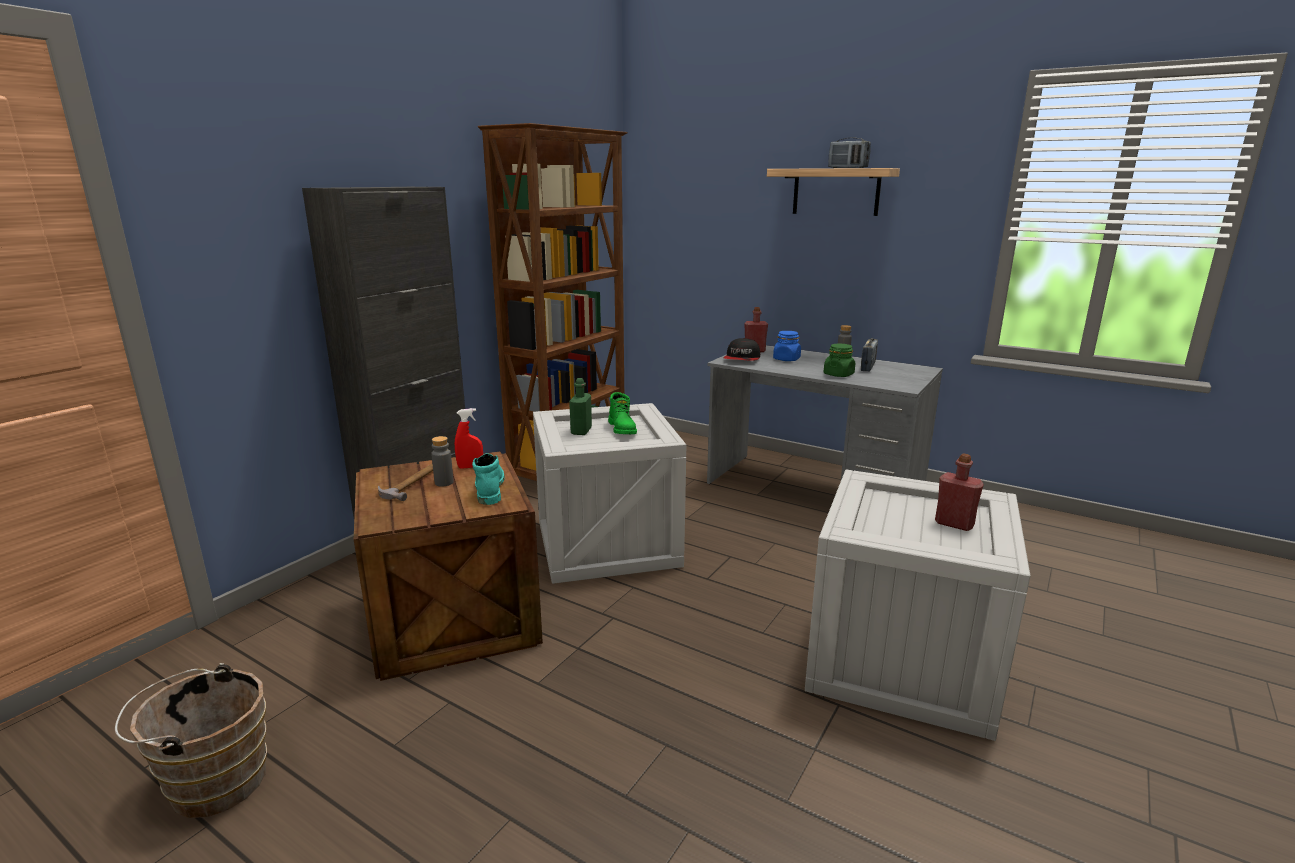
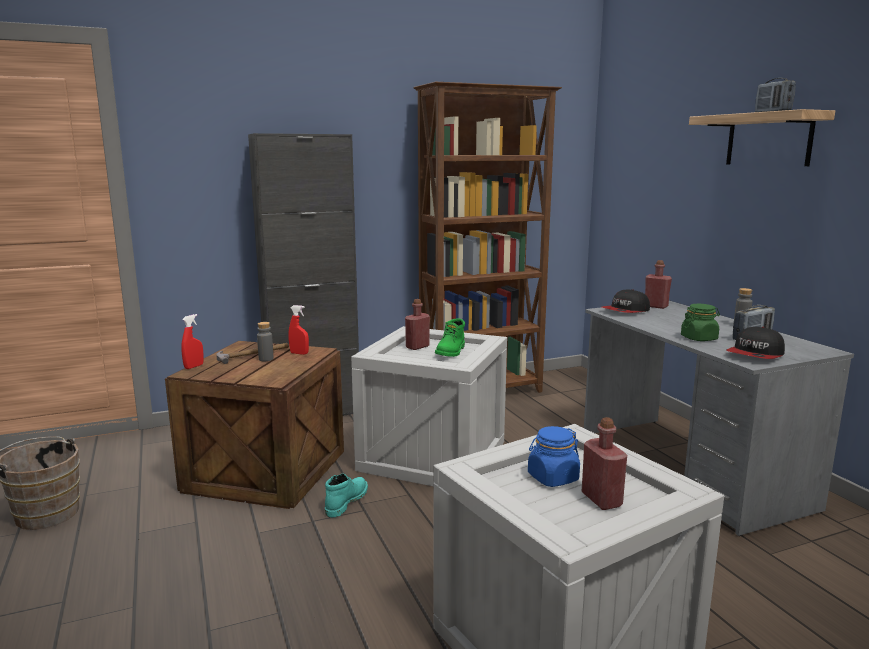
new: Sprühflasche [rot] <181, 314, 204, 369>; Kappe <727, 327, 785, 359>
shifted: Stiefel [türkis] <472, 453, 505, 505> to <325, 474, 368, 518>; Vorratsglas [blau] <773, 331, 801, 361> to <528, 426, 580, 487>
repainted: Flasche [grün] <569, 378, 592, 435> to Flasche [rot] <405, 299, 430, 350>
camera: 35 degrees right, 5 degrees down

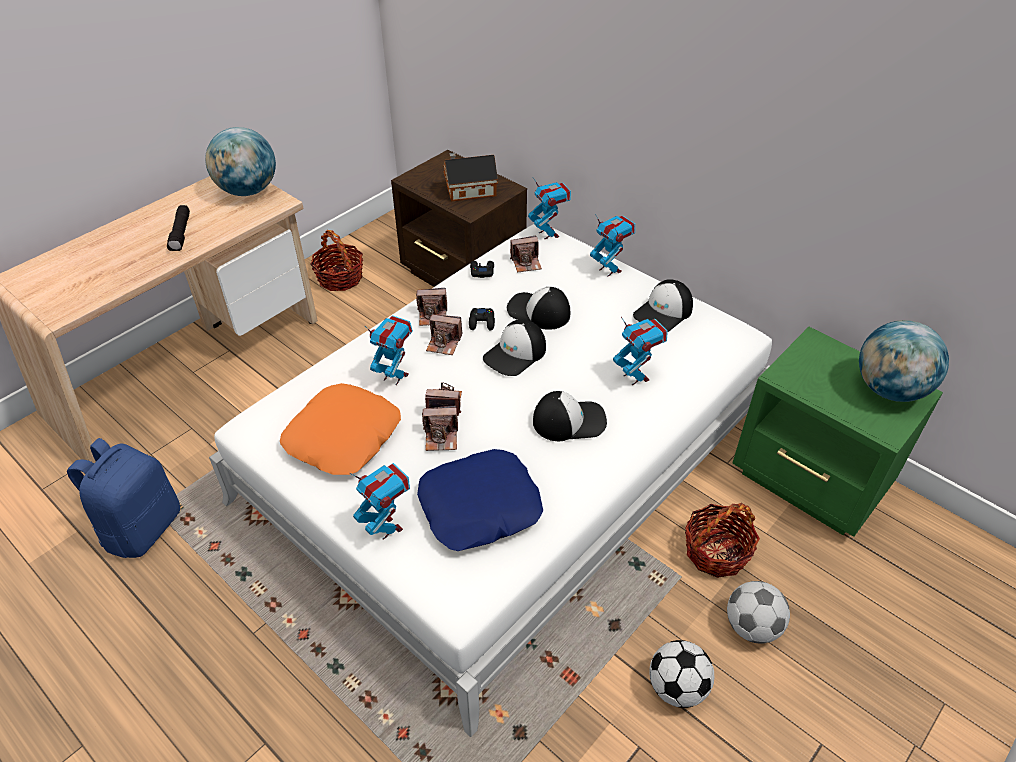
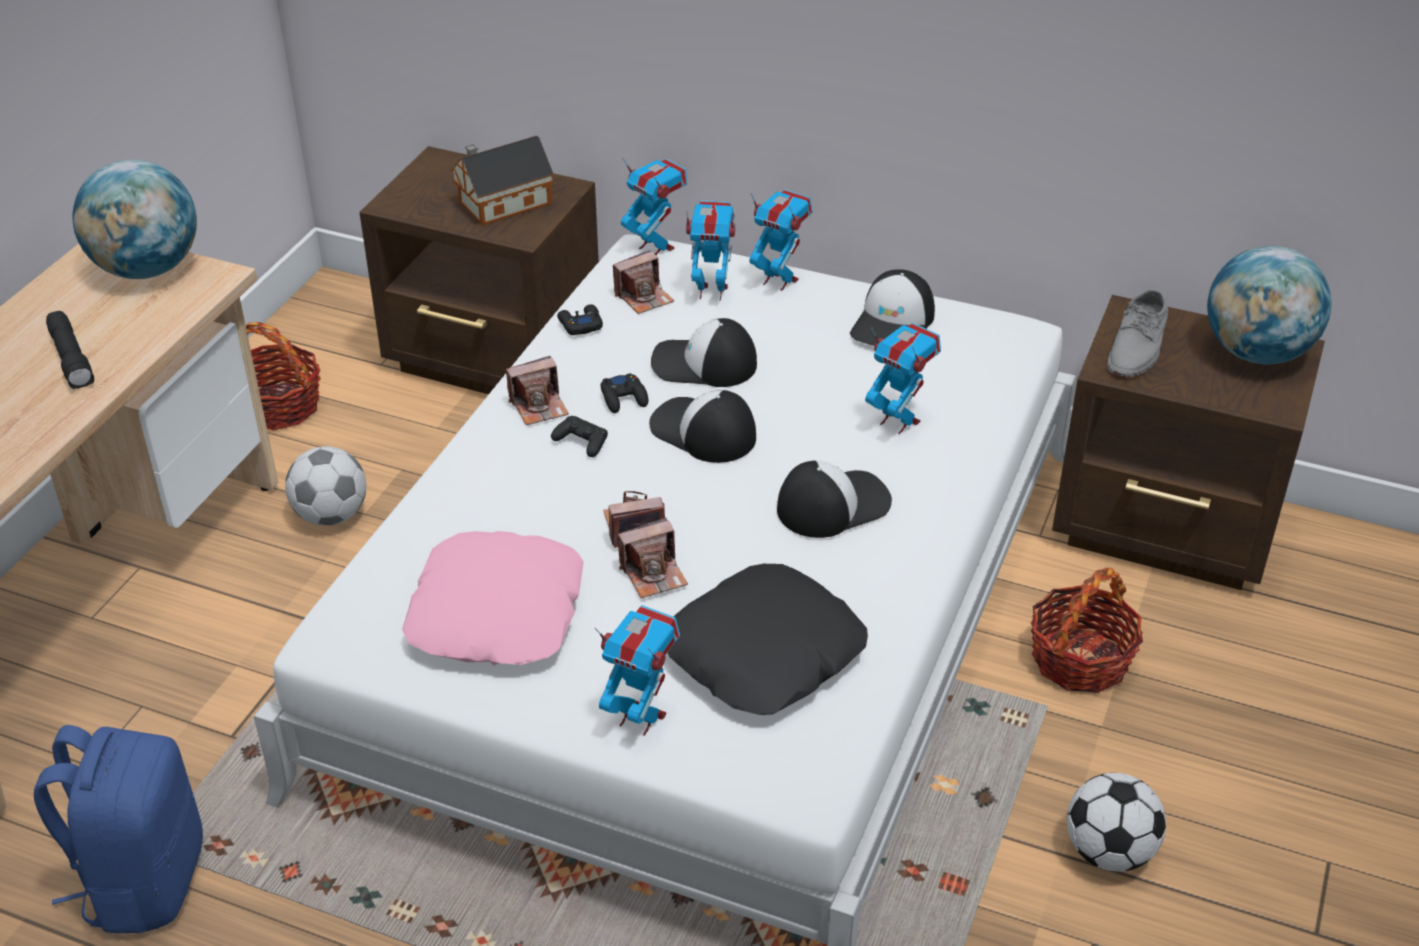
new: Schuh [grau] <1107, 289, 1168, 377>
shifted: Spielzeugroboter <365, 315, 413, 385> to <686, 201, 735, 301>; Fußball <727, 581, 790, 644> to <285, 446, 366, 526>
swapped: Kamera <426, 314, 462, 355> to Gamepad [schwarz] <551, 416, 608, 457>
repainted: Kissen [orange] <280, 383, 401, 475> to Kissen [rosa] <402, 531, 584, 665>; Kissen [blau] <417, 449, 543, 551> to Kissen [schwarz] <667, 564, 868, 715>; Nachttisch [grün] <732, 327, 943, 537> to Nachttisch [braun] <1052, 295, 1325, 590>
rotated: Kappe <483, 319, 546, 376> = <649, 390, 756, 463> 105 degrees clockwise
camera: 20 degrees left, 5 degrees down

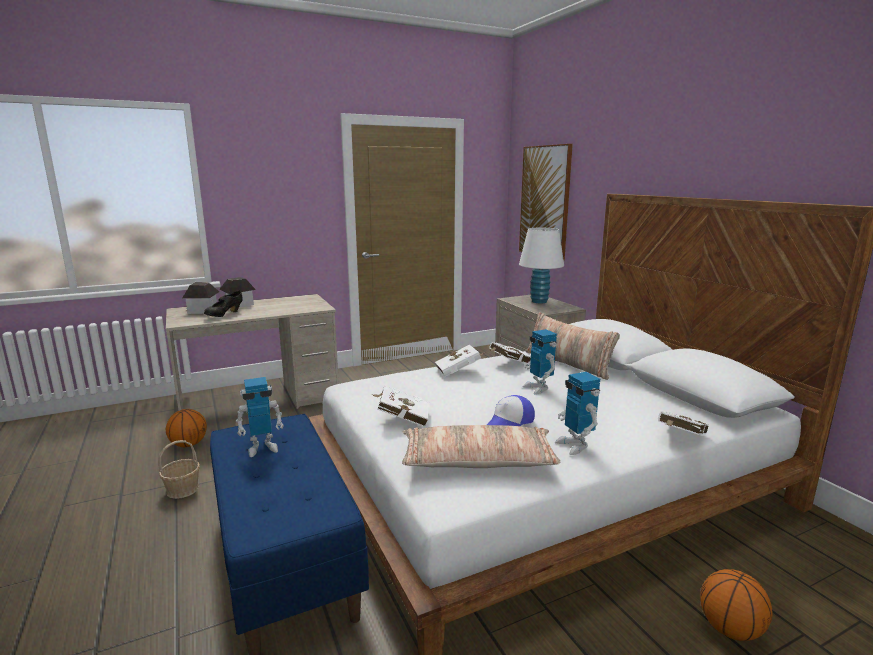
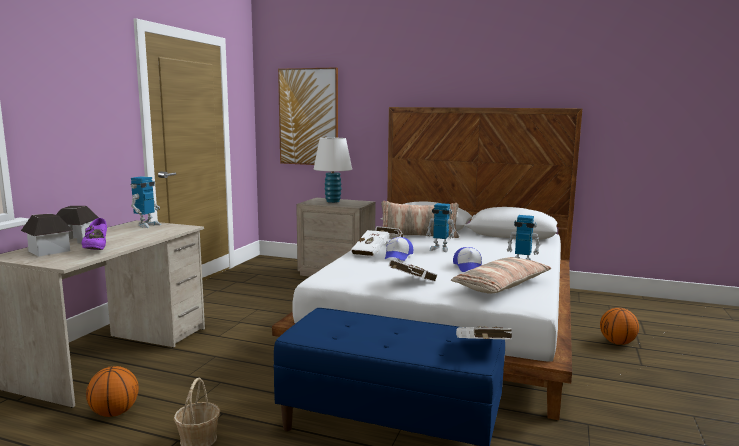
new: Kappe <385, 237, 413, 261>
shifted: Spielzeugroboter <236, 377, 284, 457> to <131, 176, 161, 228>; Buch [weiß] <658, 411, 709, 435> to <456, 326, 512, 340>
repainted: Schuh [schwarz] <204, 290, 243, 317> to Schuh [lila] <81, 218, 107, 250>
camera: 45 degrees left, 5 degrees down

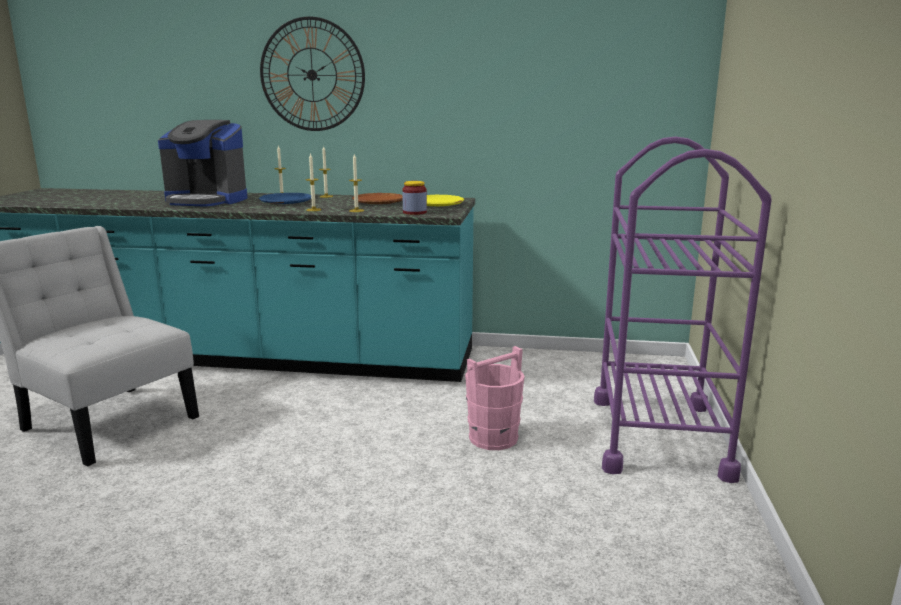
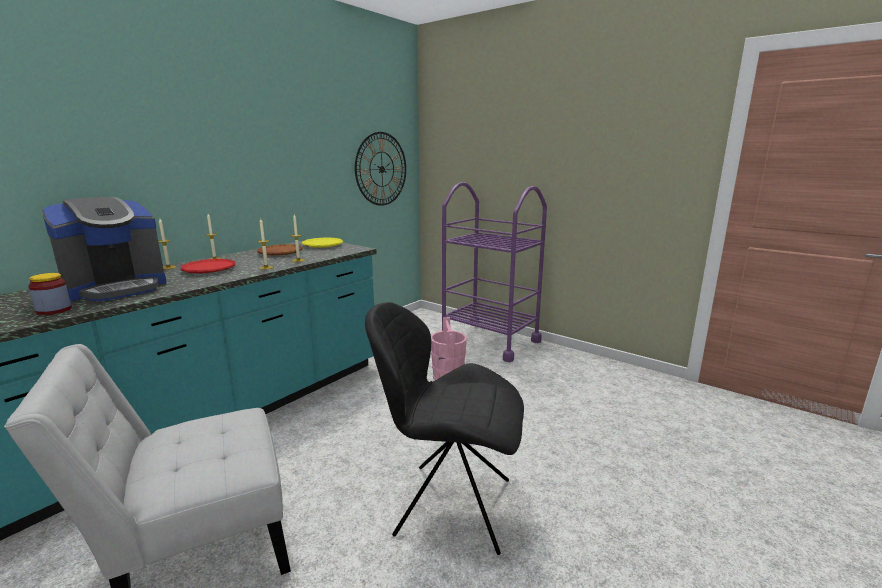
new: Stuhl [schwarz] <365, 302, 524, 555>
shifted: Wanduhr <260, 16, 365, 131> to <355, 132, 406, 206>; Vorratsglas <402, 181, 427, 215> to <28, 273, 72, 315>
repainted: Teller [blau] <259, 193, 311, 204> to Teller [rot] <180, 259, 235, 273>
camera: 60 degrees left, 0 degrees up

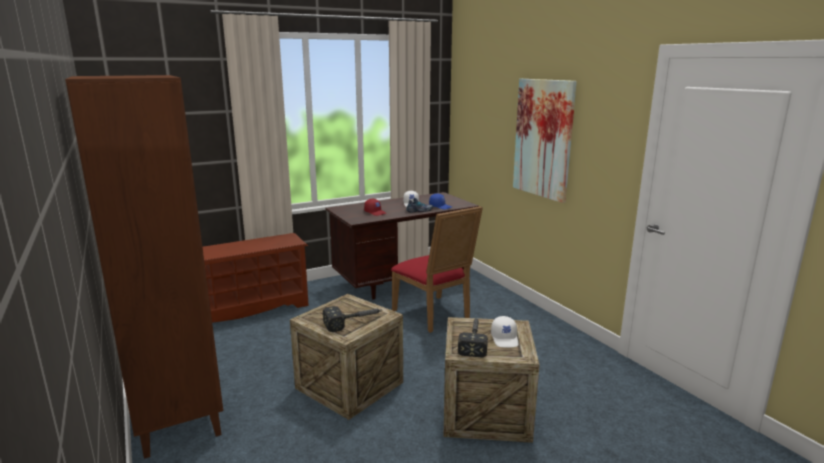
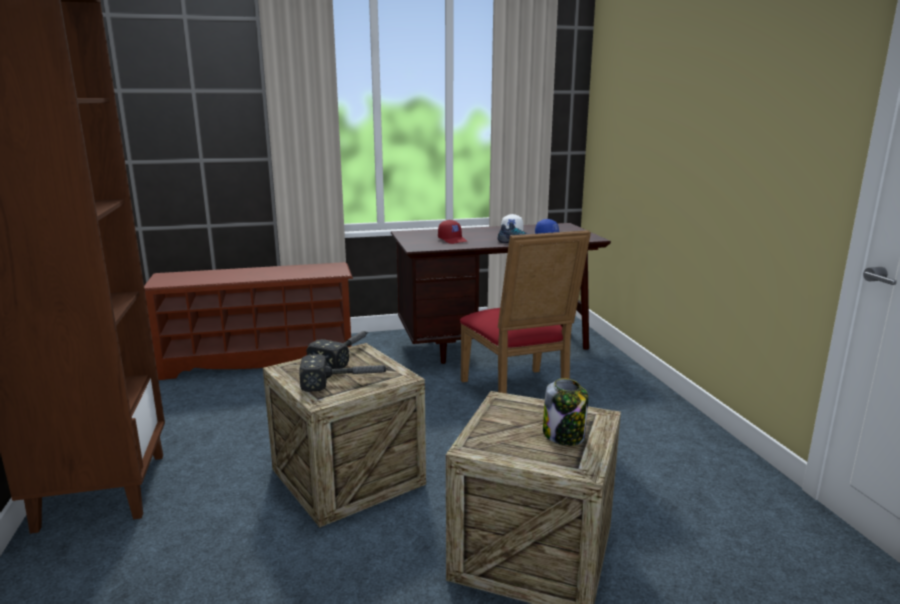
gone: Bild <513, 79, 577, 203>
shifted: Hammer <458, 319, 488, 358> to <306, 331, 367, 369>
swapped: Kappe [weiß] <491, 316, 518, 348> to Vorratsglas <543, 378, 588, 446>
camera: 15 degrees right, 0 degrees up

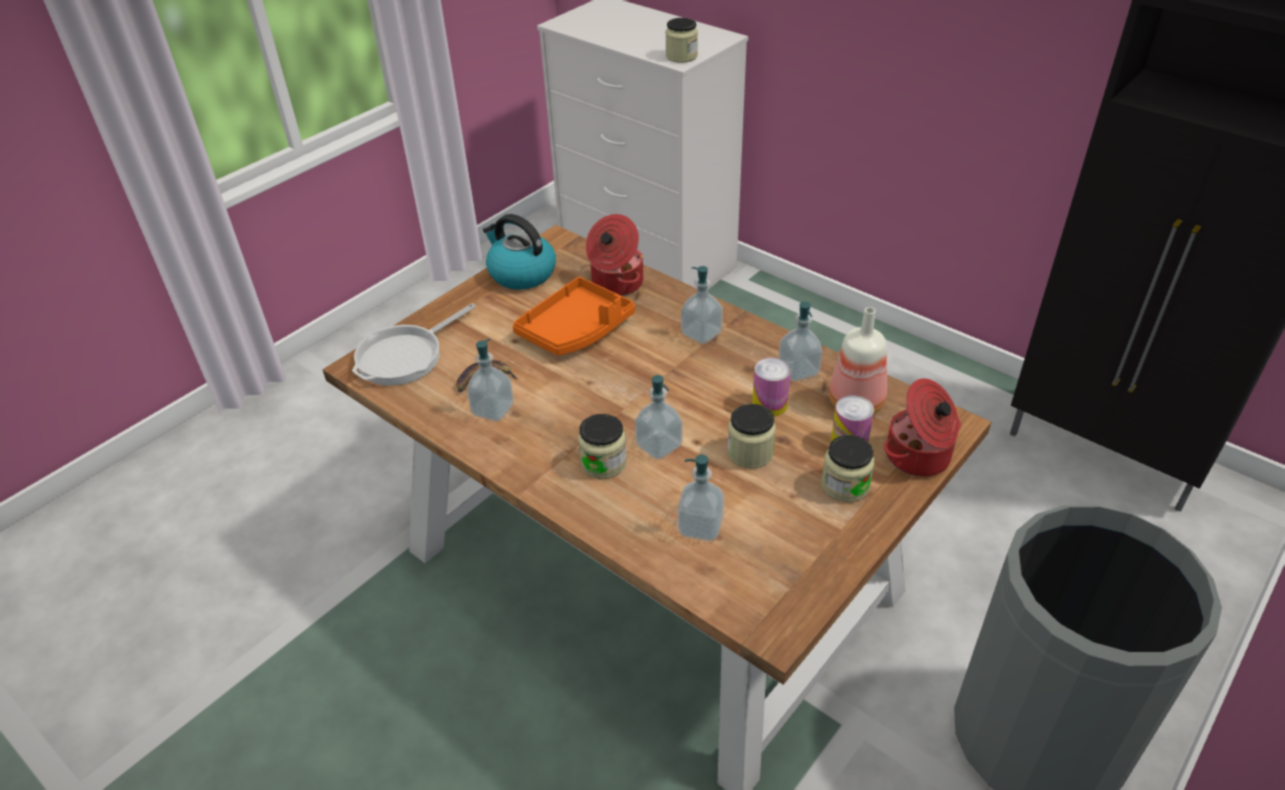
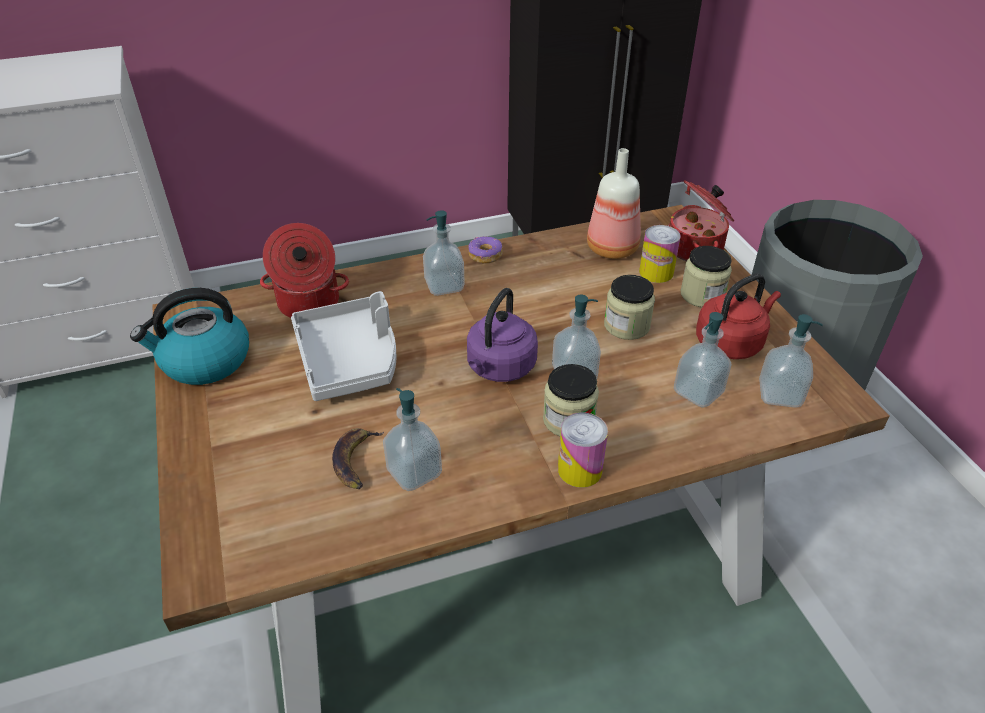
gone: Pfanne <352, 303, 476, 386>; Vorratsglas <665, 18, 698, 63>
new: Wasserkessel [lila] <467, 288, 538, 382>; Donut <469, 236, 503, 263>; Wasserkessel [rot] <696, 274, 781, 359>
shifted: Dose <752, 358, 791, 417> to <558, 413, 608, 488>; Seifenspender <778, 302, 822, 382> to <759, 314, 823, 408>
repainted: Tablett [orange] <513, 277, 635, 356> to Tablett [grau] <291, 291, 396, 401>
camera: 60 degrees left, 0 degrees up

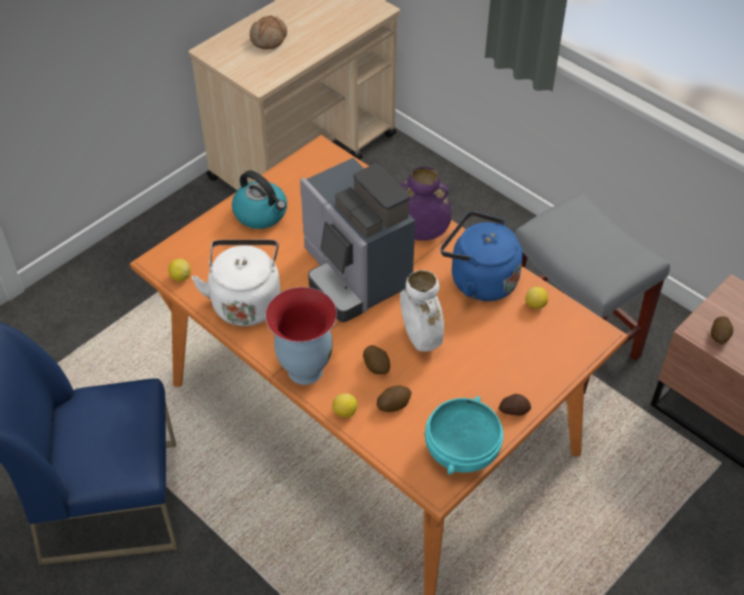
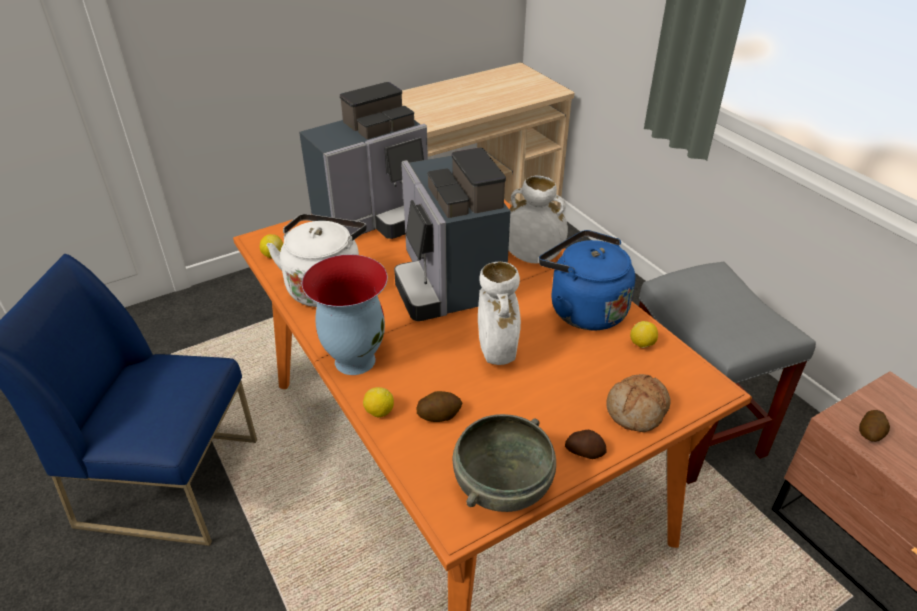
gone: Kartoffel <363, 345, 390, 375>
shifted: Brot <250, 15, 287, 49> to <606, 374, 671, 432>
swapped: Wasserkessel <232, 170, 287, 229> to Kaffeemaschine <299, 82, 428, 239>
repainted: Vase [lila] <400, 167, 452, 241> to Vase [weiß] <508, 175, 568, 263>; Schüssel [türkis] <425, 396, 503, 475> to Schüssel [grau] <452, 414, 556, 512>
camera: 15 degrees right, 10 degrees down

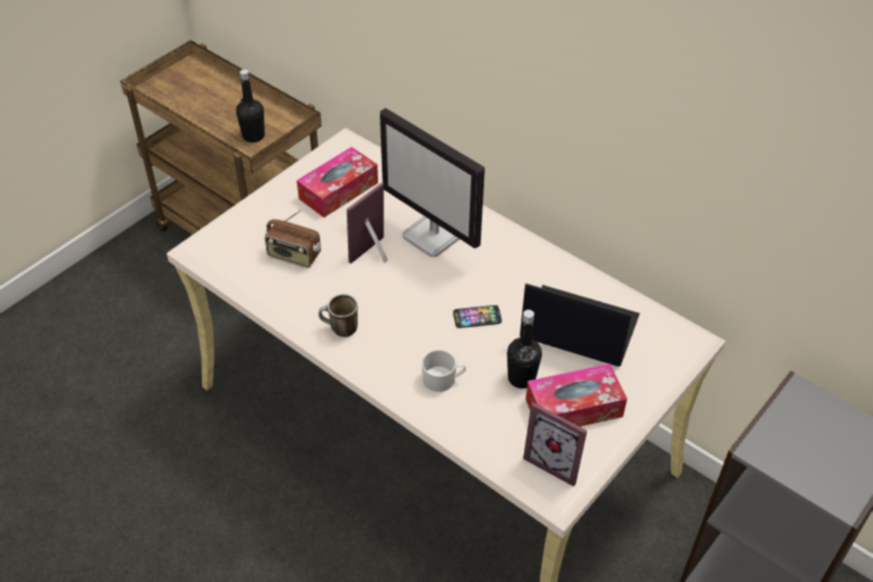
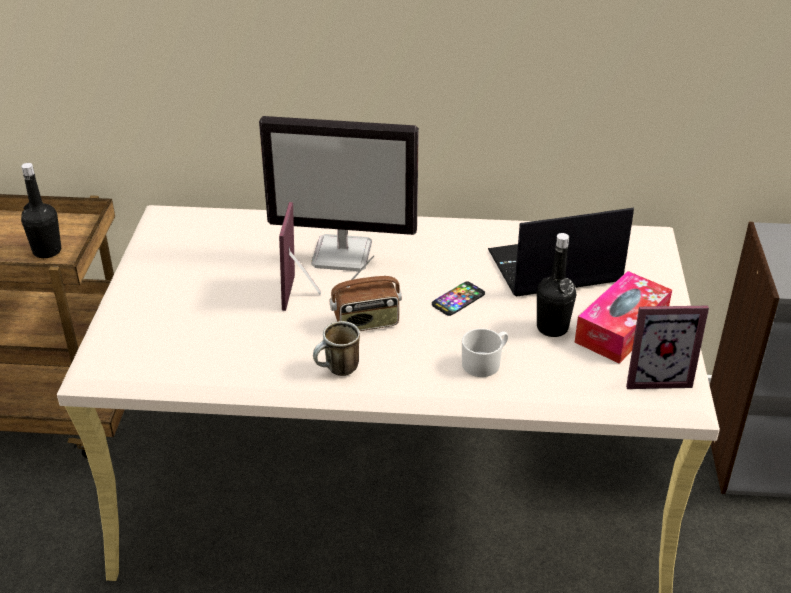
gone: Taschentuchbox <297, 147, 378, 217>
shifted: Radio <265, 210, 321, 268> to <330, 255, 402, 331>
camera: 35 degrees left, 10 degrees down

